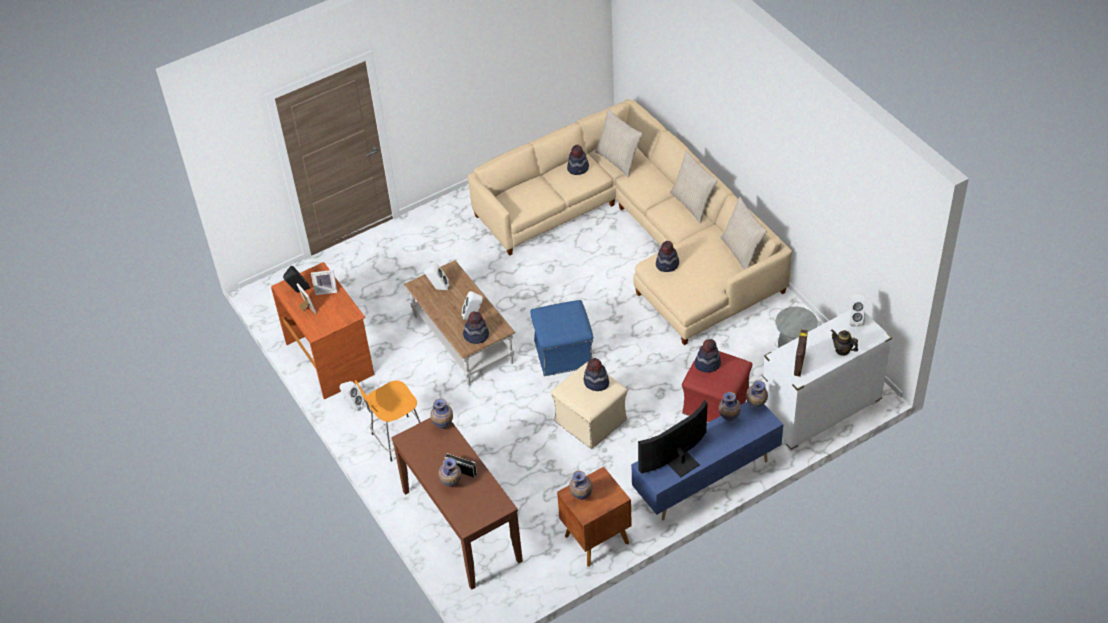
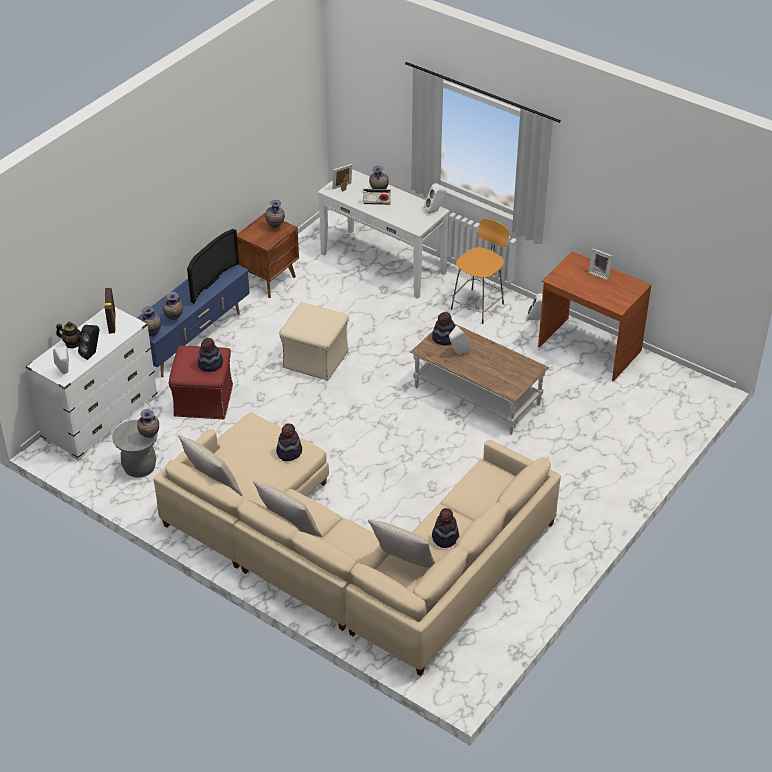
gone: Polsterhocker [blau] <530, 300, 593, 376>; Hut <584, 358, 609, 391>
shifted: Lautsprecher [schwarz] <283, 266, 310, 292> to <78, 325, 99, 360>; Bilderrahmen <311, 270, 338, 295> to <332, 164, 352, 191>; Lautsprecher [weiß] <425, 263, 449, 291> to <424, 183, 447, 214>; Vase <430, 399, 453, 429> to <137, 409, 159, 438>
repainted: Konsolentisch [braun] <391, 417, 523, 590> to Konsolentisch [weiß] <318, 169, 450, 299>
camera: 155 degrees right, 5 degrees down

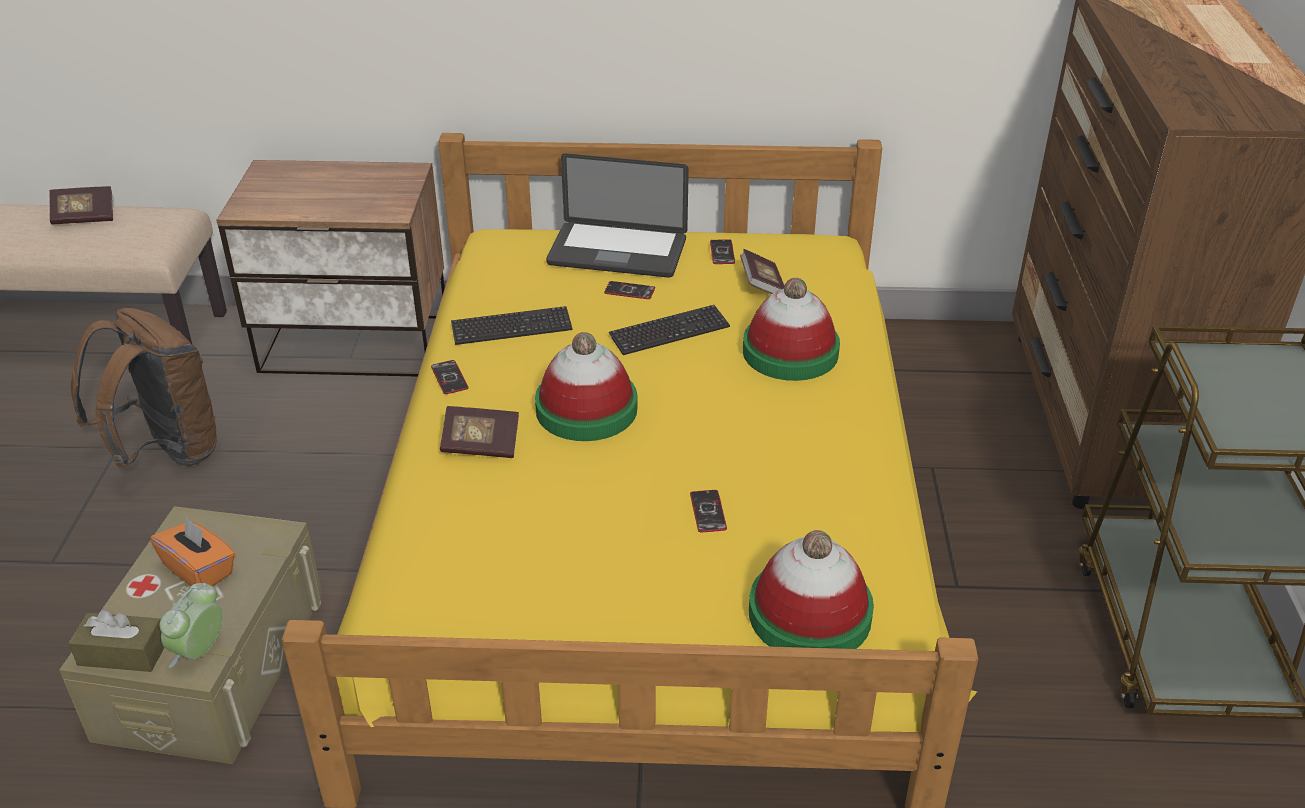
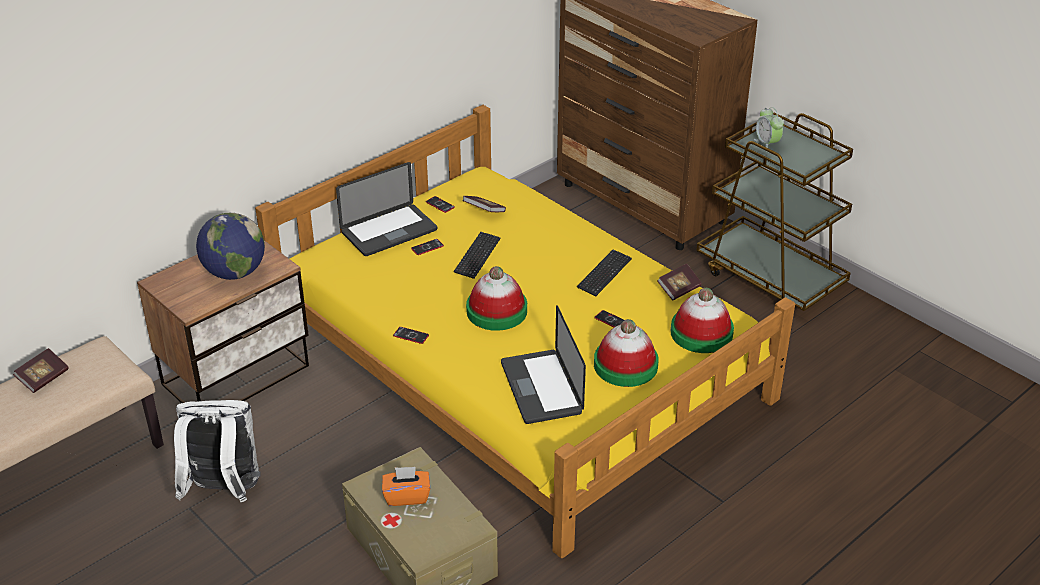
gone: Taschentuchbox [braun] <68, 609, 165, 672>
new: Globus <196, 213, 265, 280>; Laptop <501, 305, 586, 424>
shifted: Wecker <160, 583, 223, 668> to <754, 107, 784, 152>; Buch <440, 406, 519, 458> to <657, 264, 702, 301>; Tastatur <451, 306, 573, 345> to <577, 250, 632, 296>; Hut <743, 278, 840, 381> to <594, 319, 659, 387>
repainted: Rucksack [braun] <71, 308, 217, 468> to Rucksack [weiß] <174, 400, 261, 502>
camera: 45 degrees left, 0 degrees up

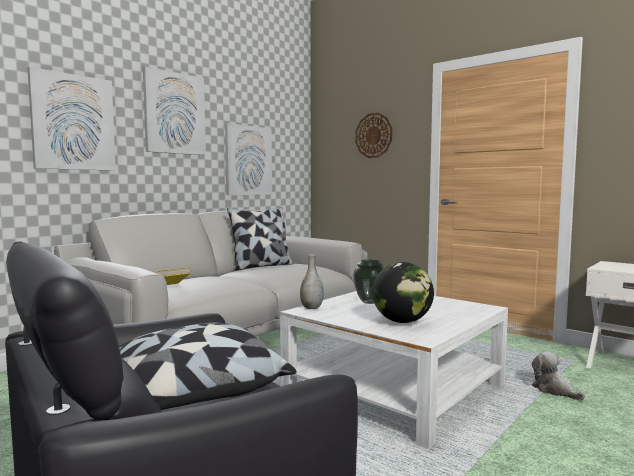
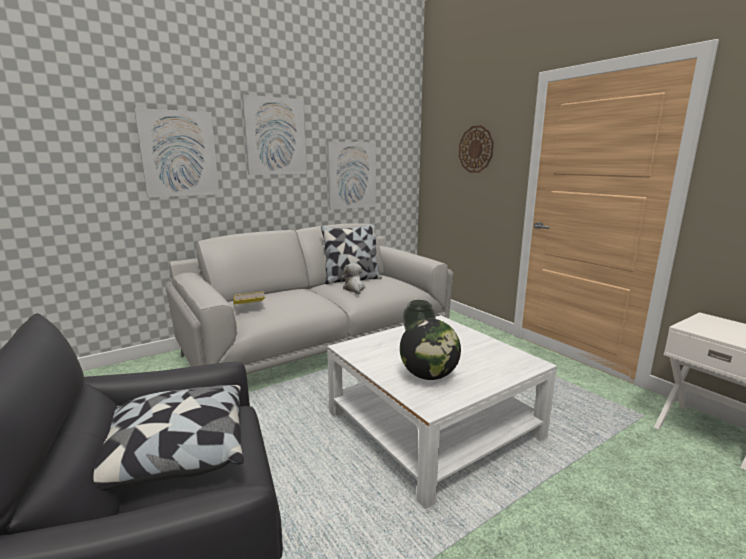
gone: Vase [grau] <300, 254, 324, 309>
shifted: Plüschtier <532, 352, 585, 400> to <341, 263, 366, 294>
camera: 15 degrees right, 10 degrees up

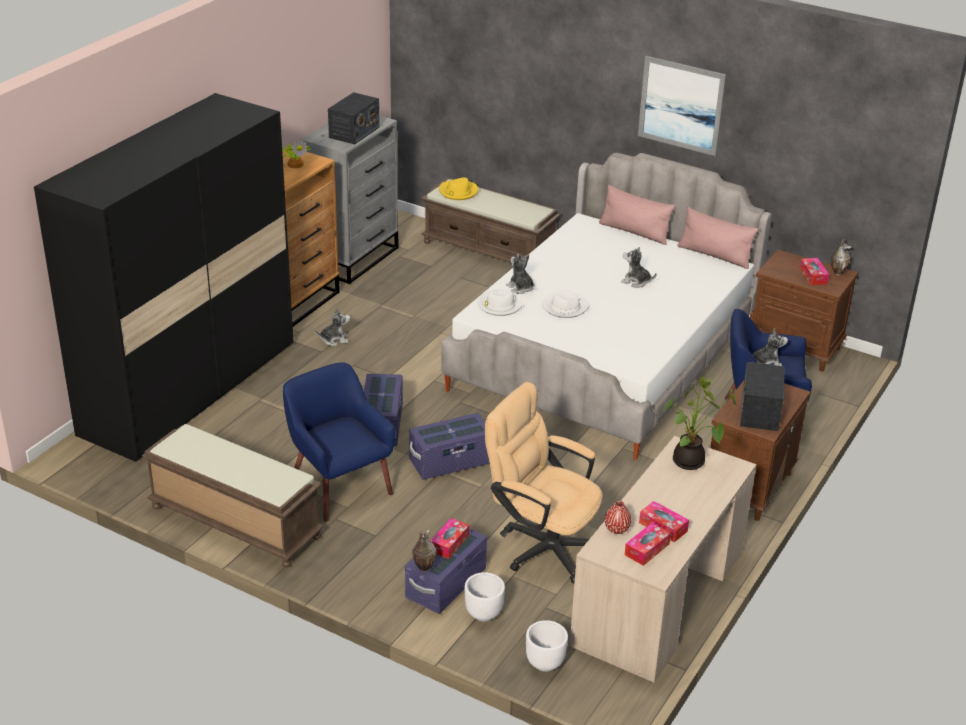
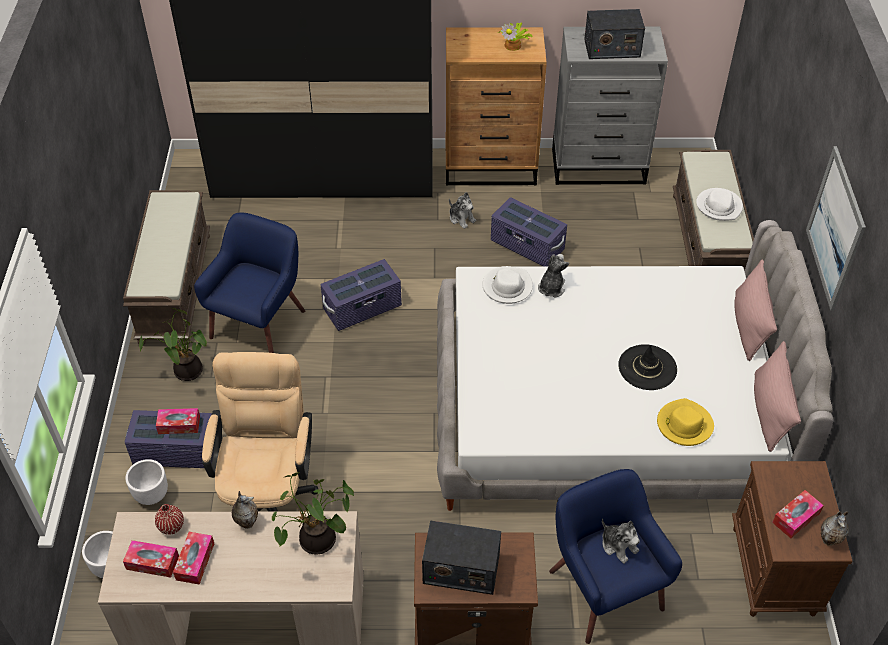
new: Topfpflanze <139, 308, 207, 381>
shifted: Aufbewahrungsbox [lila] <409, 413, 490, 480> to <491, 197, 567, 267>; Vase <412, 530, 437, 571> to <232, 491, 258, 529>; Hut [gelb] <439, 177, 478, 200> to <657, 398, 714, 446>; Hut [weiß] <542, 289, 590, 318> to <696, 188, 743, 221>
swapped: Plüschtier <621, 247, 657, 288> to Hut [schwarz] <618, 344, 677, 390>
rotated: Radio <740, 362, 785, 431> = <422, 520, 501, 595> 150 degrees counterclockwise
camera: 60 degrees right, 15 degrees up

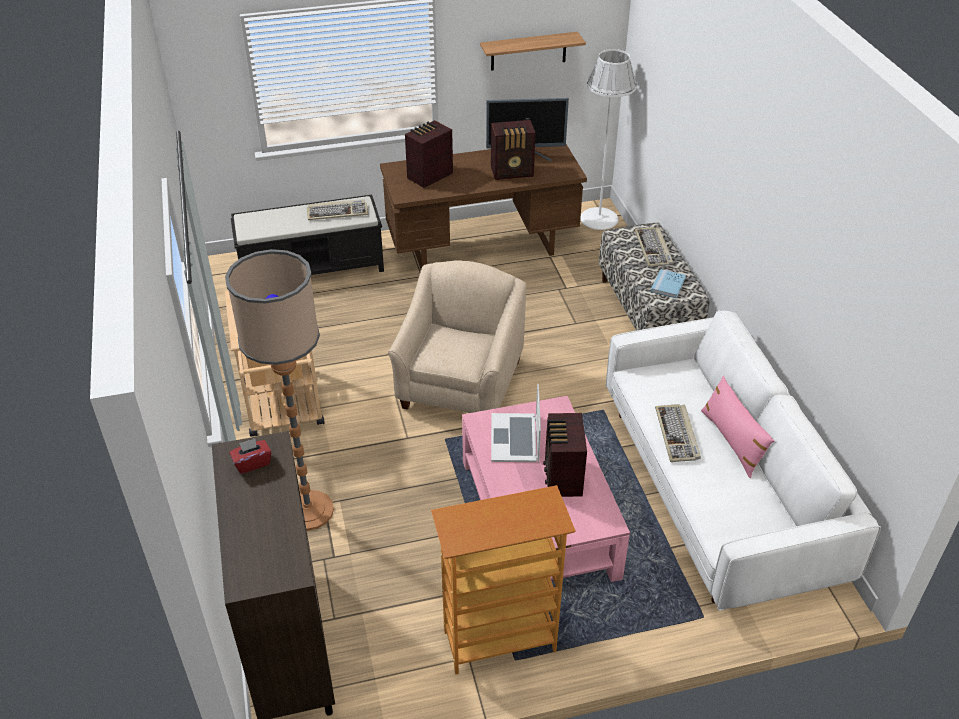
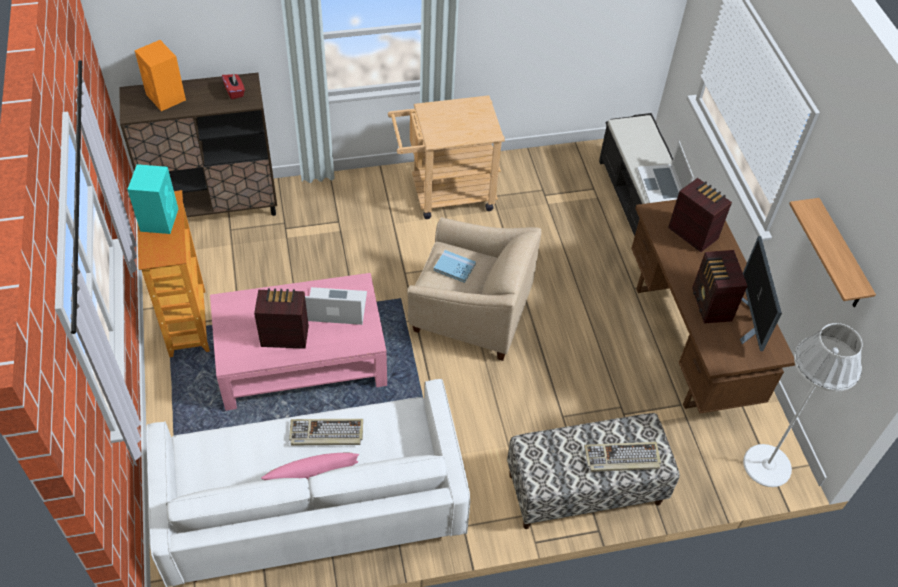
gone: Stehlampe <225, 249, 334, 531>
new: Lautsprecher [türkis] <127, 164, 178, 234>; Lautsprecher [orange] <135, 40, 186, 111>
shifted: Buch [blau] <651, 269, 686, 298> to <433, 250, 476, 283>
swapped: Tastatur <307, 199, 368, 220> to Laptop <637, 141, 694, 203>
camera: 90 degrees right, 10 degrees up

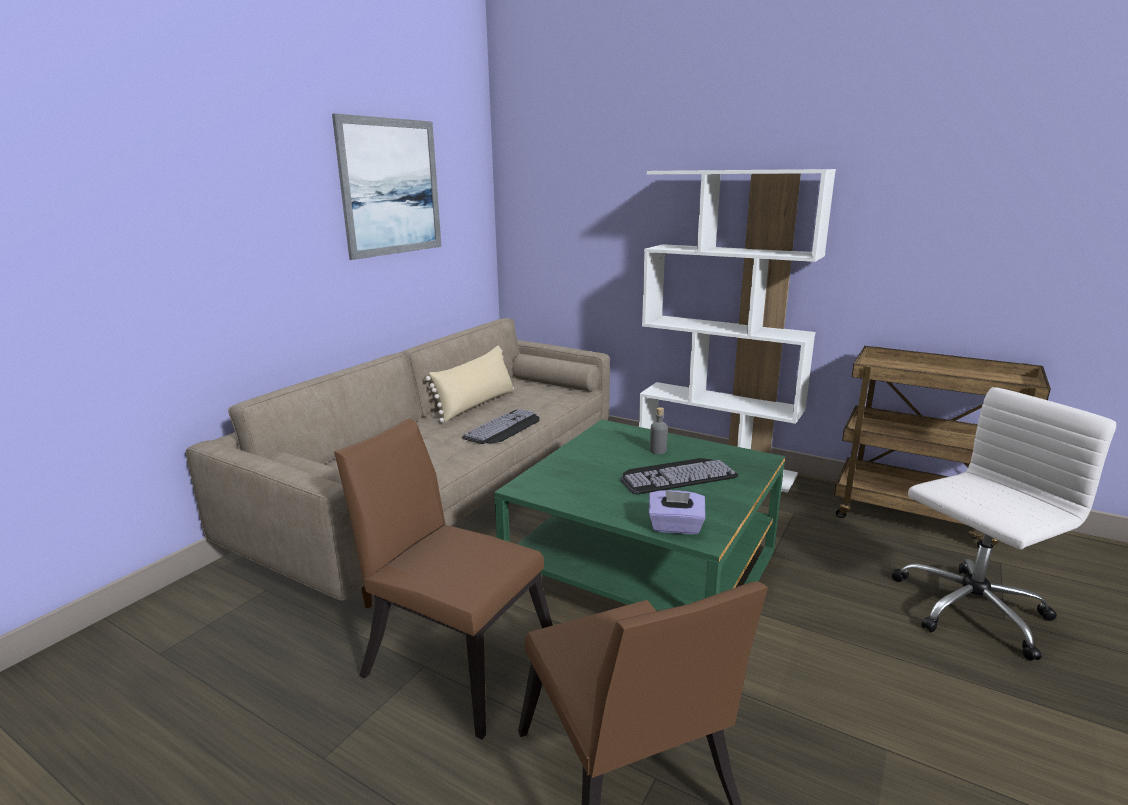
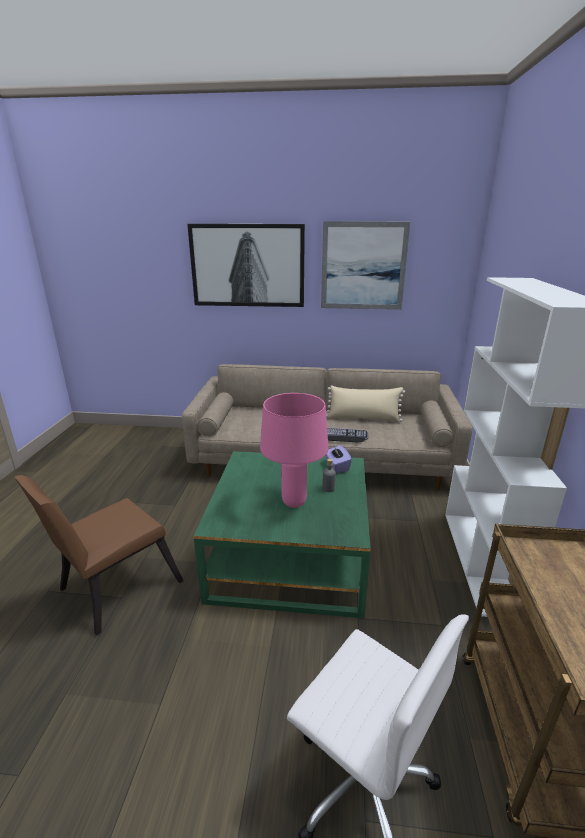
gone: Stuhl [braun] <334, 418, 553, 739>
new: Bild <187, 224, 305, 307>
shifted: Taschentuchbox [lila] <649, 490, 706, 534> to <326, 445, 352, 473>
swapped: Tastatur <620, 458, 738, 494> to Tischlampe [rosa] <260, 393, 328, 508>
camera: 65 degrees right, 5 degrees up

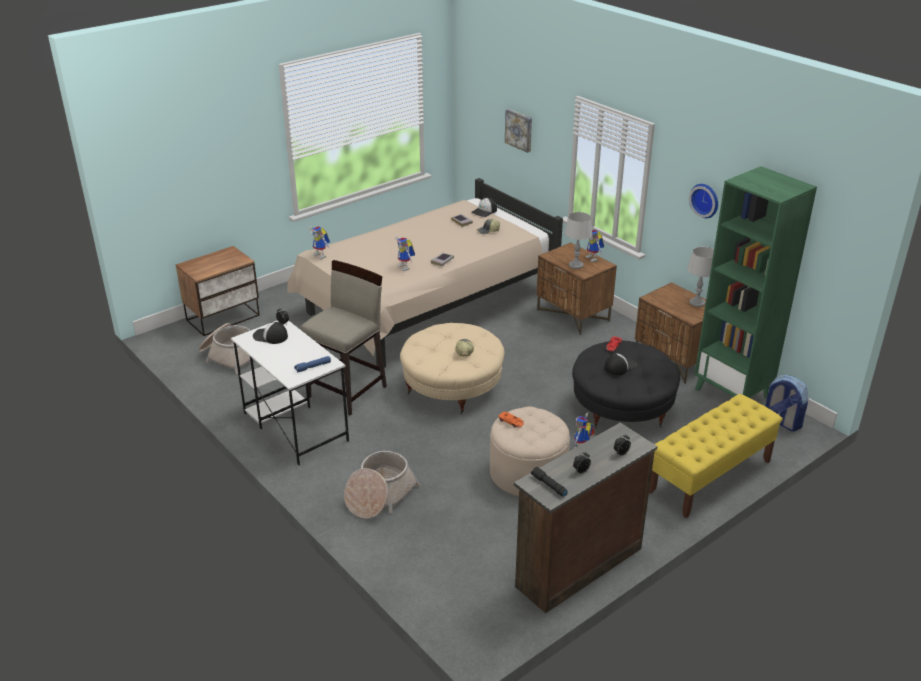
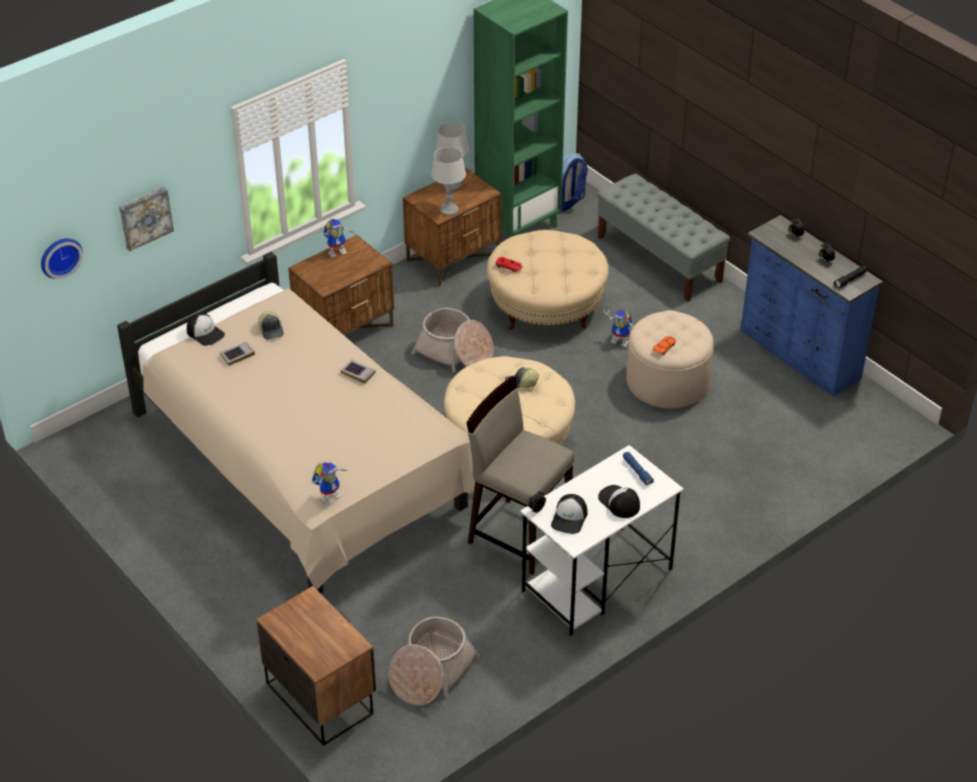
gone: Spielzeugroboter <395, 236, 415, 271>
shifted: Korb <344, 451, 420, 519> to <411, 308, 494, 372>; Tischlampe [grau] <564, 212, 592, 269> to <431, 147, 466, 216>; Kappe <604, 353, 637, 375> to <598, 485, 640, 518>; Wanduhr <689, 184, 718, 218> to <41, 238, 83, 279>
repainted: Kommode [braun] <514, 423, 658, 613> to Kommode [blau] <741, 215, 883, 397>; Polsterhocker [schwarz] <572, 340, 680, 428> to Polsterhocker [beige] <487, 230, 609, 330>; Bank [gelb] <649, 394, 783, 518> to Bank [grau] <597, 174, 731, 302>
camera: 90 degrees left, 10 degrees up

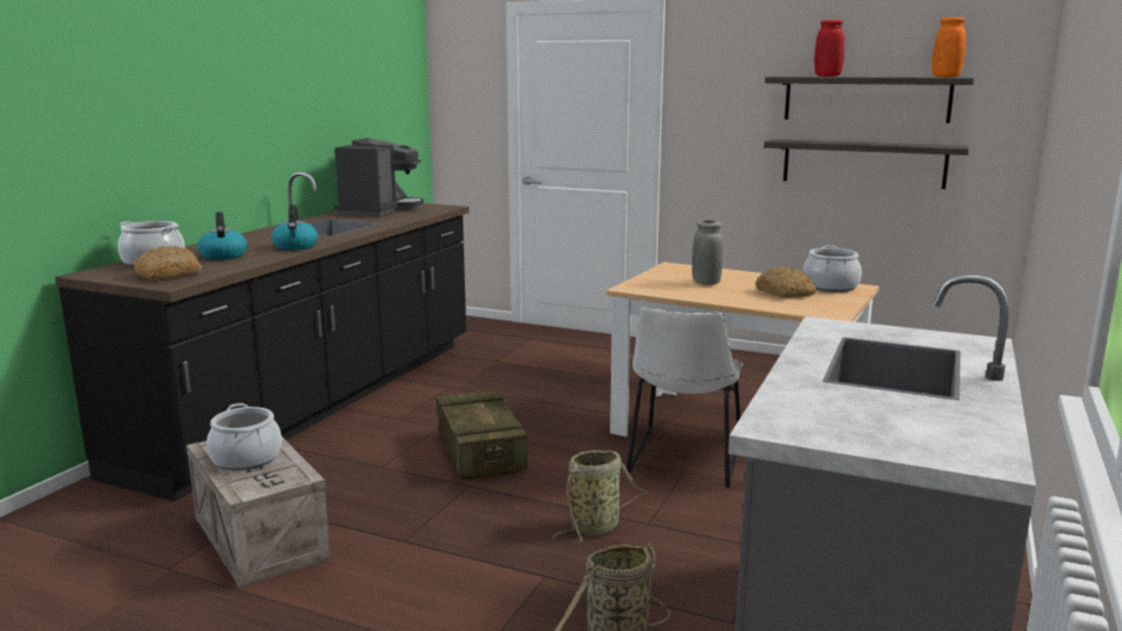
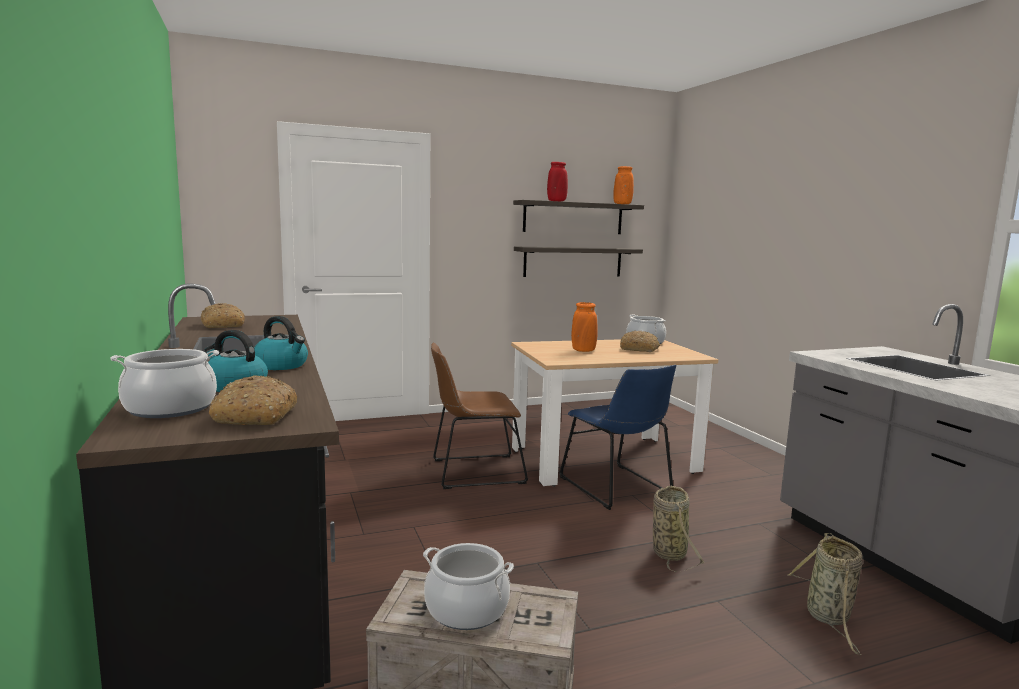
gone: Kiste <436, 390, 528, 480>
new: Stuhl [braun] <431, 343, 528, 489>
swapped: Kaffeemaschine <334, 138, 424, 216> to Brot <201, 303, 245, 328>
repainted: Stuhl [weiß] <626, 307, 743, 488> to Stuhl [blau] <559, 365, 676, 510>; Vase [grau] <692, 220, 723, 285> to Vase [orange] <571, 302, 598, 352>
camera: 45 degrees left, 5 degrees down

